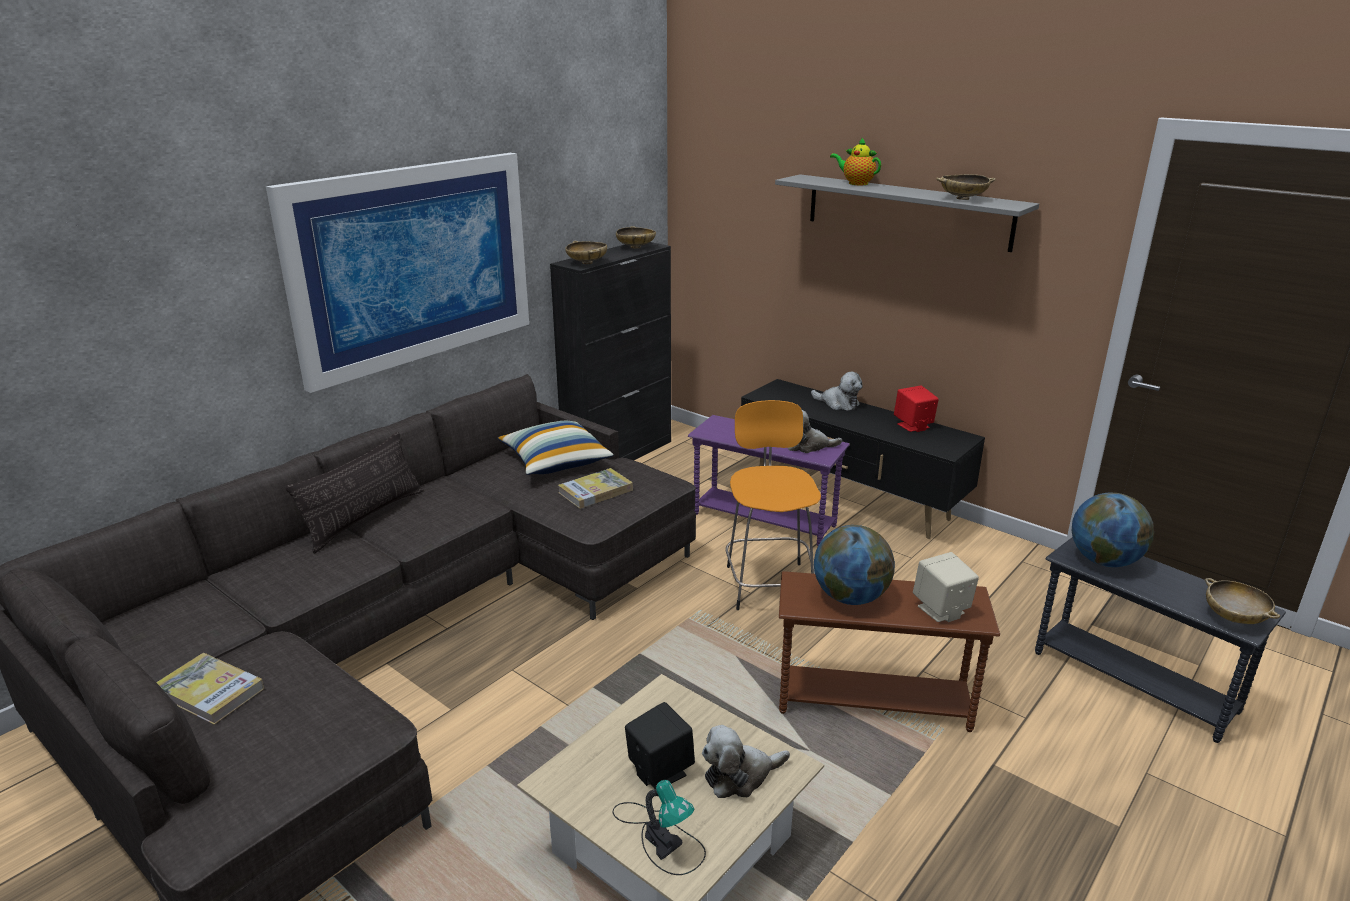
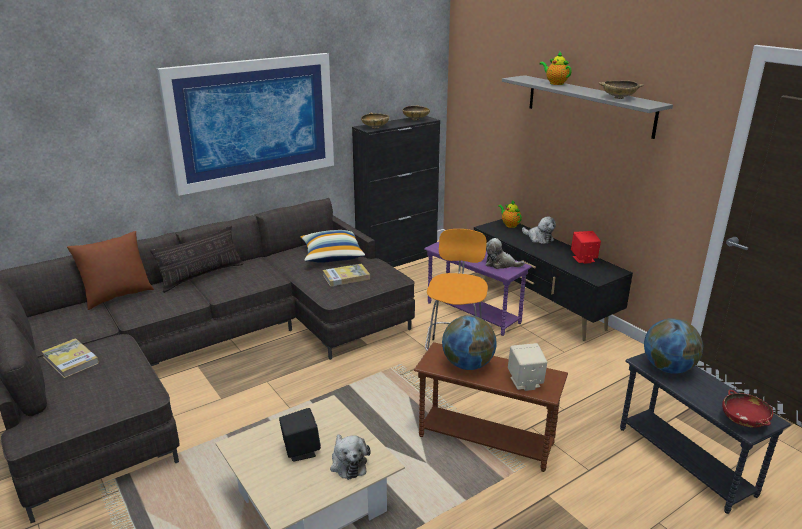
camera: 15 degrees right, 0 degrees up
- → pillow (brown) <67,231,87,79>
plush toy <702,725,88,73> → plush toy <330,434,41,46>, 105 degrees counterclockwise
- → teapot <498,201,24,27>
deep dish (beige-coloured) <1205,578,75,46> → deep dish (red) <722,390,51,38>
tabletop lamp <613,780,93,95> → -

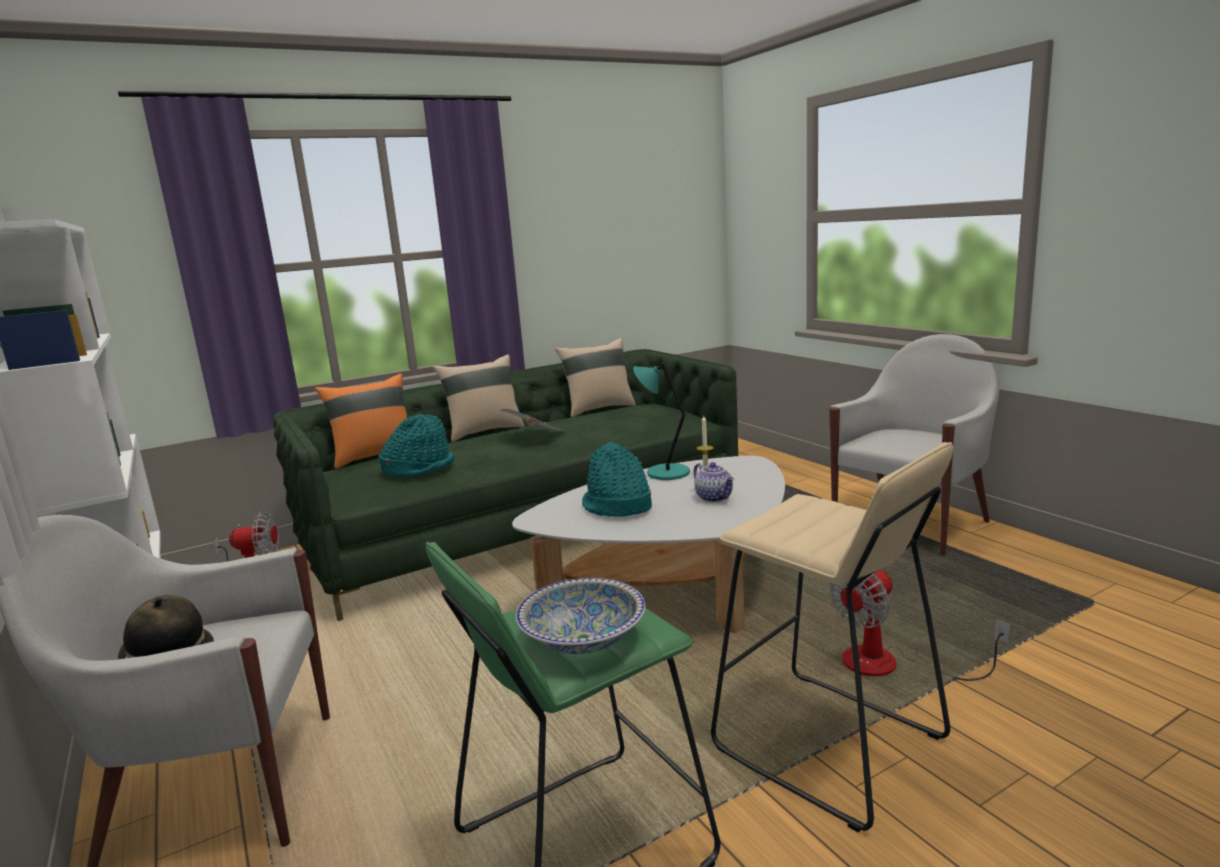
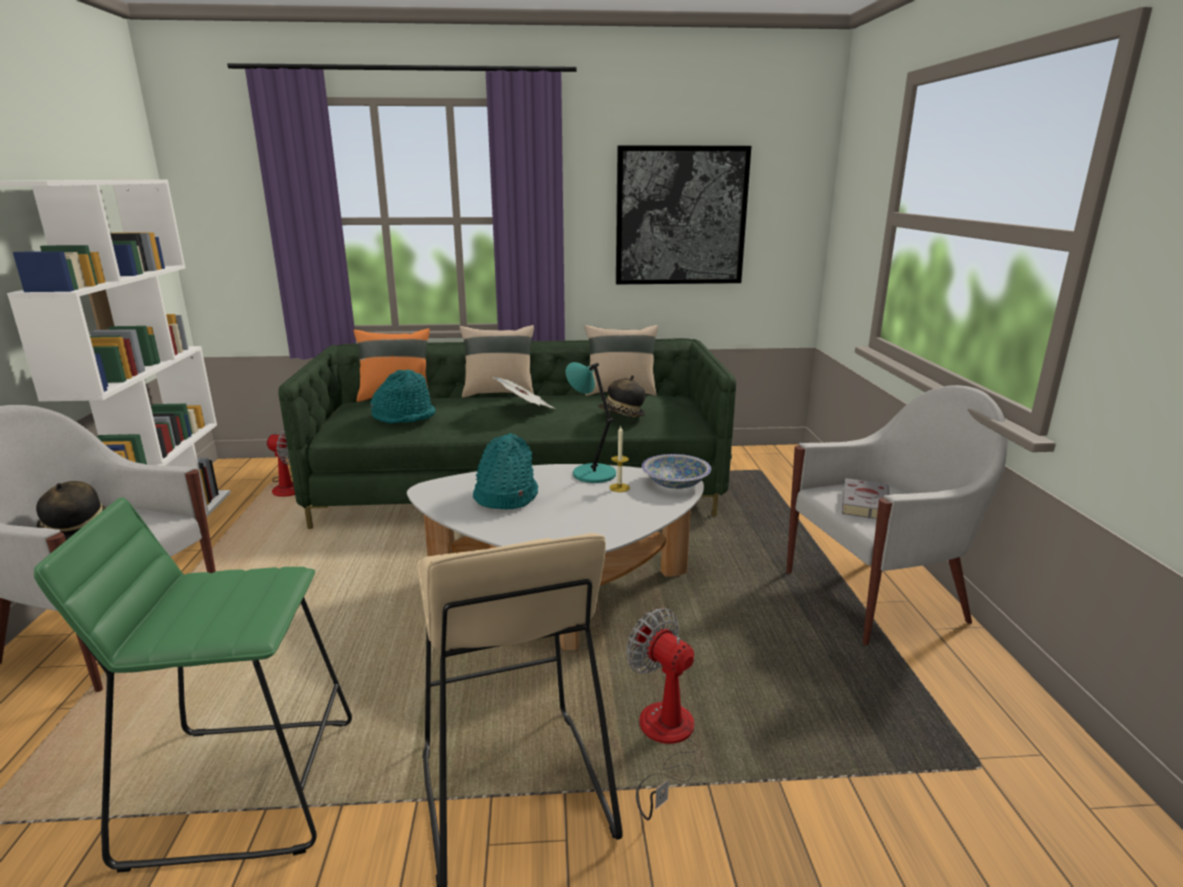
camera: 25 degrees right, 5 degrees up
- → clothing hat <598,375,47,42>
- → wall picture <616,145,135,139>
electric fan <829,570,181,111> → electric fan <626,608,72,212>, 60 degrees clockwise
deep dish <516,578,129,76> → deep dish <642,454,69,35>, shifted
- → volume (grey) <842,478,47,41>
teapot <694,462,40,40> → -

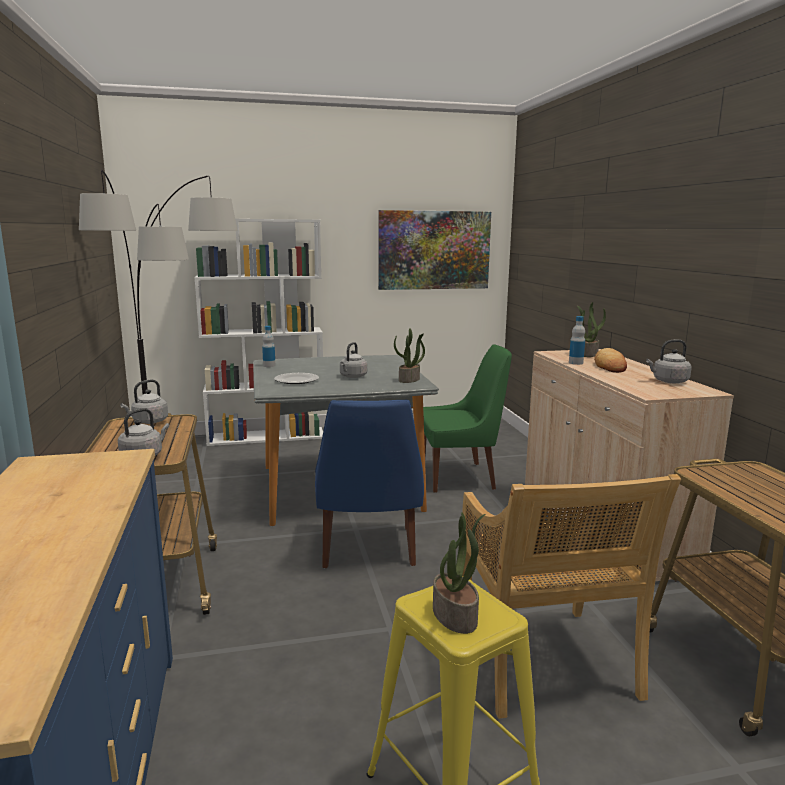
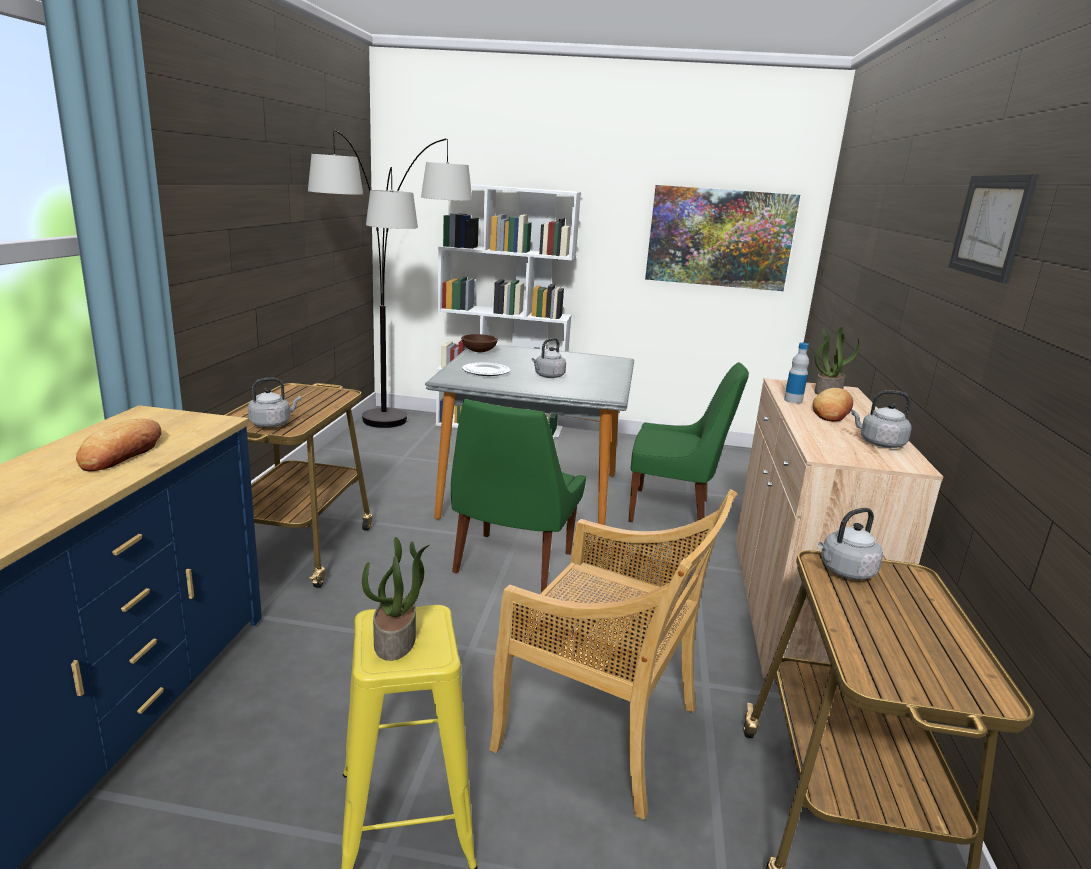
camera: 20 degrees right, 5 degrees up
- → bread <76,419,85,52>
chair (blue) <315,400,109,168> → chair (greenish) <451,399,135,194>
beverage bottle <262,326,14,41> → deep dish (brown) <461,334,37,18>
chair (beige-coloured) <462,474,219,245> → chair (beige-coloured) <489,489,248,331>, 75 degrees counterclockwise
tea kettle (grey) <120,379,48,45> → tea kettle (grey) <818,508,65,72>, shifted
- → wall picture <949,174,89,109>
houseplant <394,328,31,55> → -

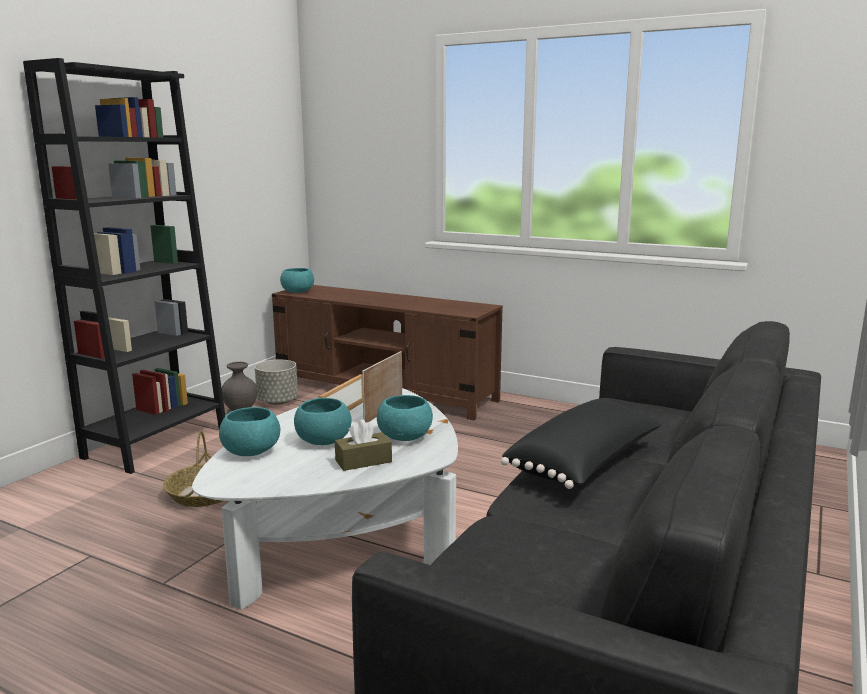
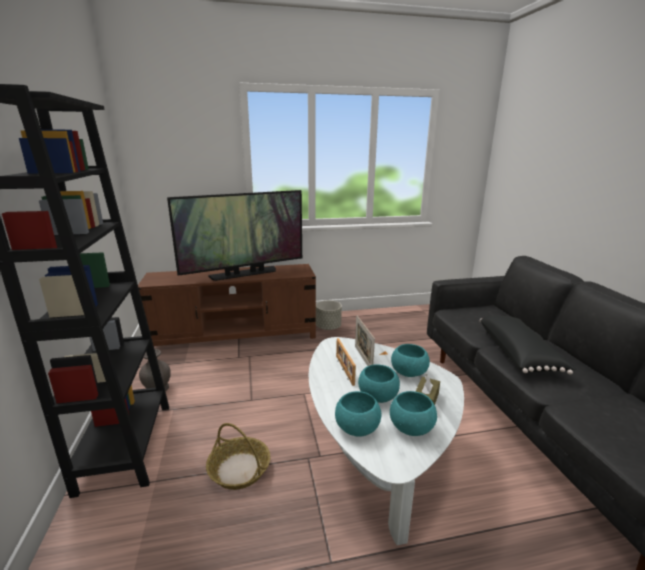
camera: 40 degrees left, 5 degrees up
- → television <167,190,135,91>
planter (grey) <255,360,43,45> → planter (grey) <316,300,26,30>, shifted
deep dish (turquoise-coloured) <280,268,34,25> → deep dish (turquoise-coloured) <390,391,47,45>, shifted

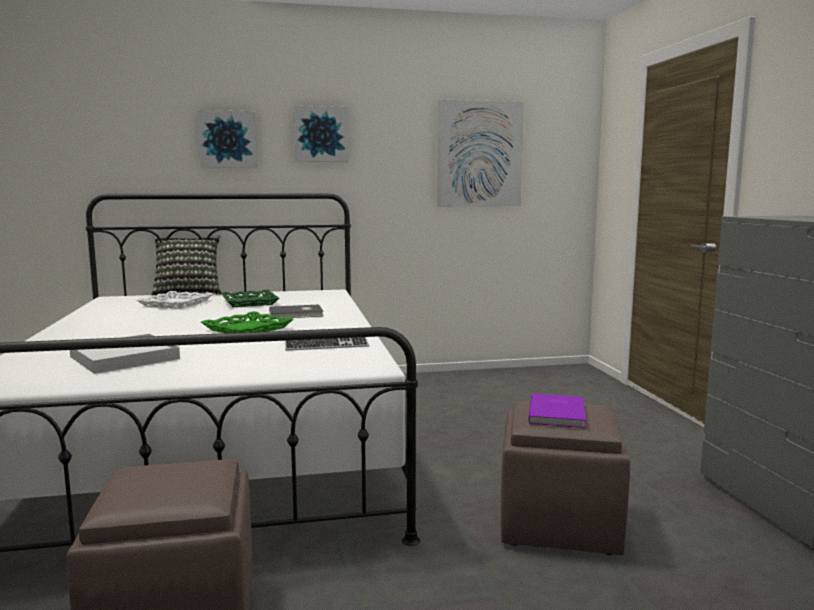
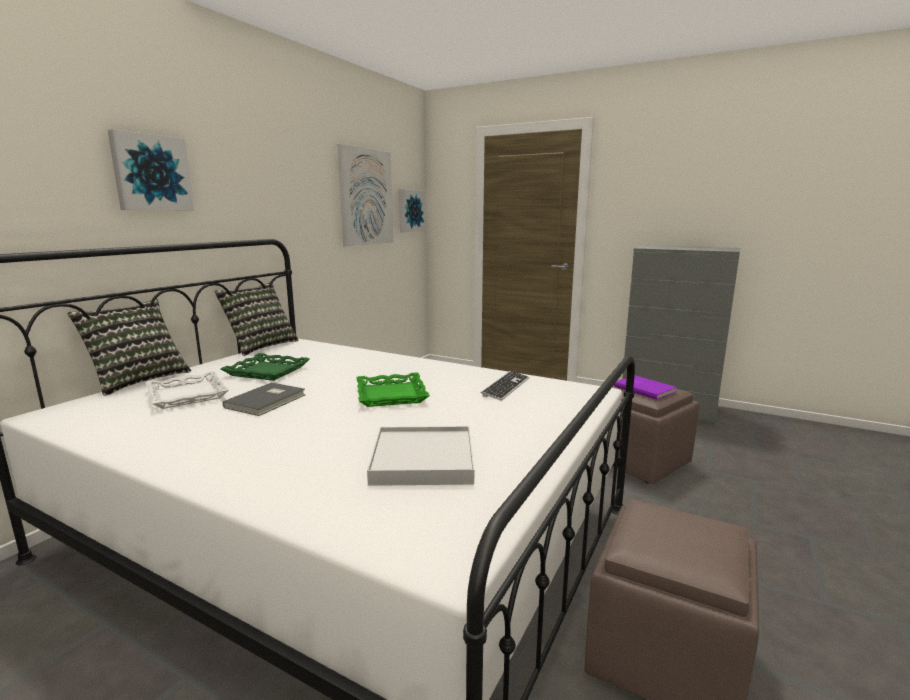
camera: 50 degrees left, 5 degrees up
- → pillow <215,283,84,73>
volume (grey) <269,304,55,14> → volume (grey) <223,382,83,34>, shifted
wall picture <294,106,55,56> → wall picture <399,189,27,43>, shifted

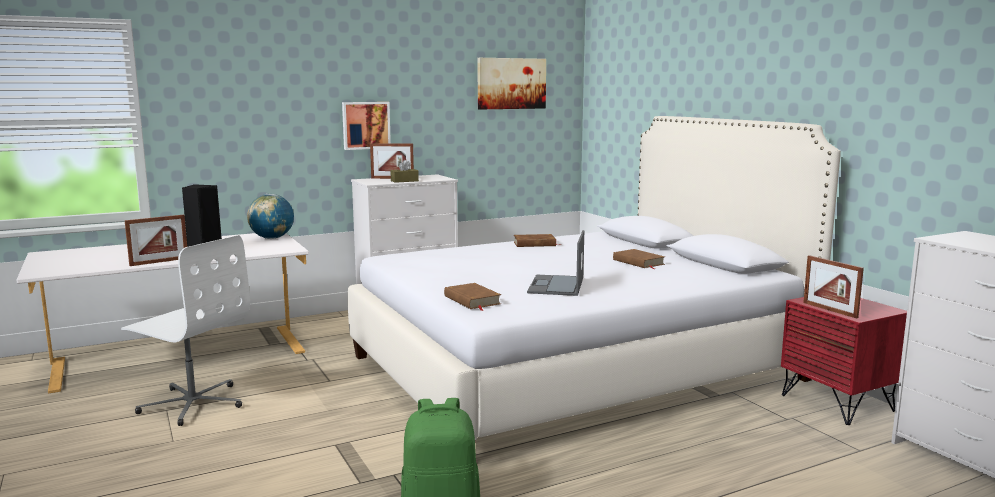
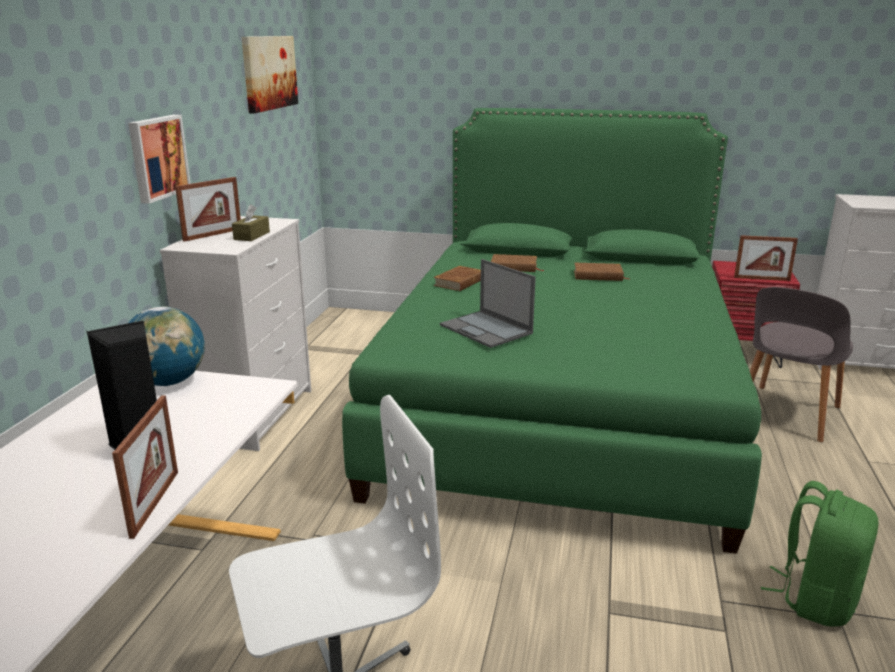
camera: 50 degrees left, 10 degrees up
bed (whitish) <348,116,493,326> → bed (greenish) <342,108,420,446>
portable computer <527,230,57,66> → portable computer <440,259,96,89>, shifted
volume (brown) <444,283,57,28> → volume (brown) <491,254,53,18>, shifted
- → chair (grey) <750,287,103,155>

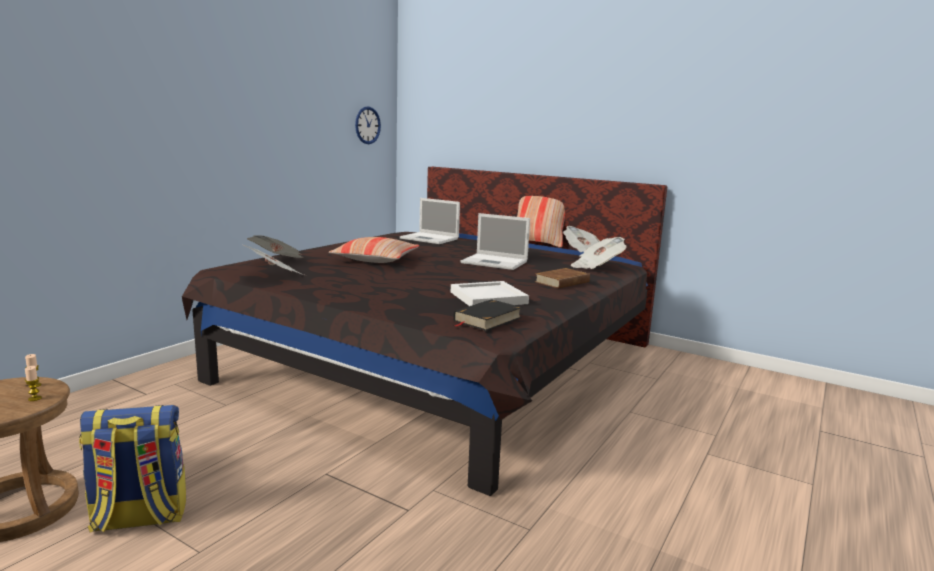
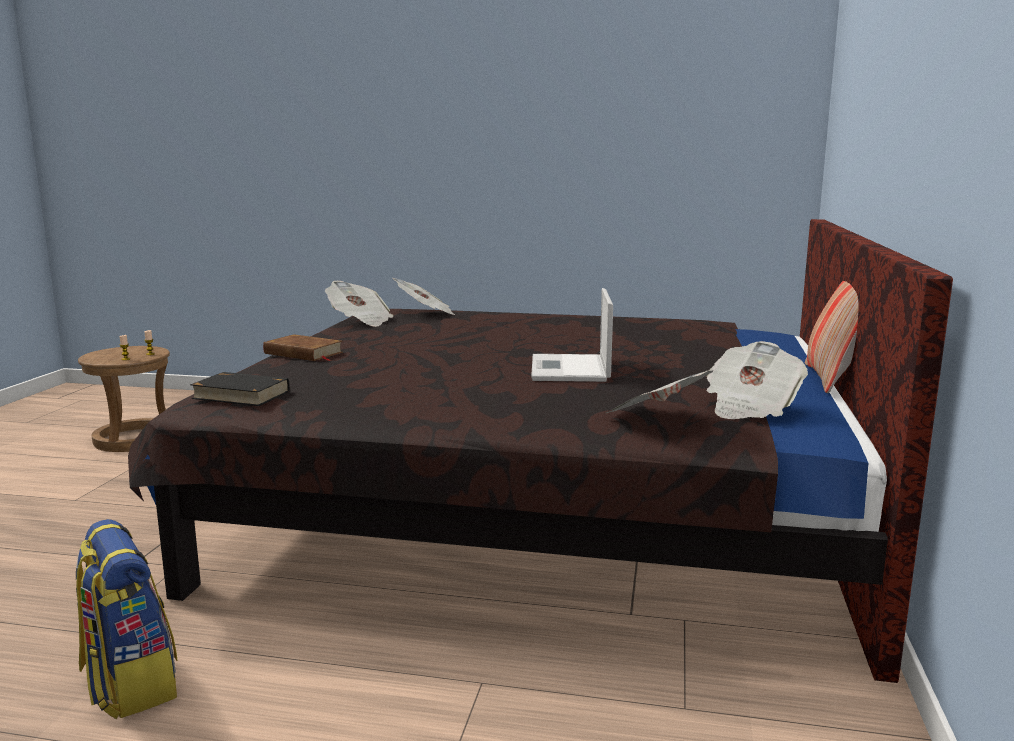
camera: 70 degrees right, 0 degrees up
rucksack <79,405,107,128> → rucksack <76,519,102,200>, shifted
volume (brown) <535,268,55,20> → volume (brown) <263,334,80,27>, shifted
pillow <328,237,92,26> → -
wall clock <355,106,26,38> → -
portable computer <400,198,60,46> → -
tray (whitish) <451,281,78,25> → -

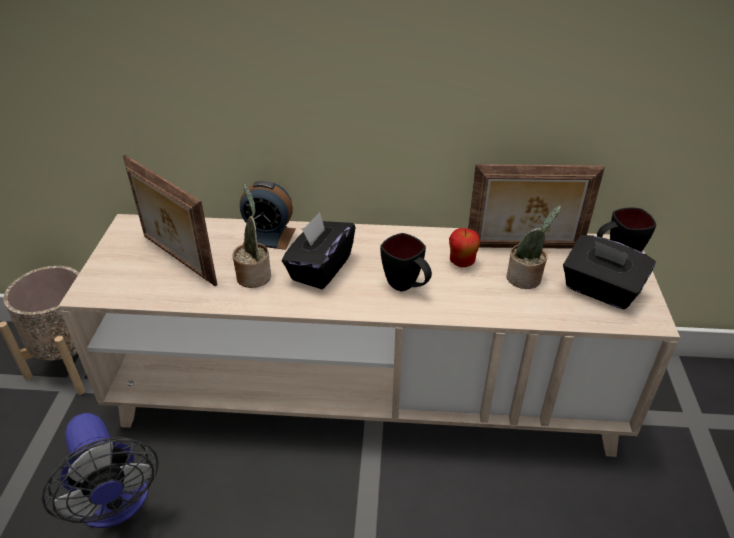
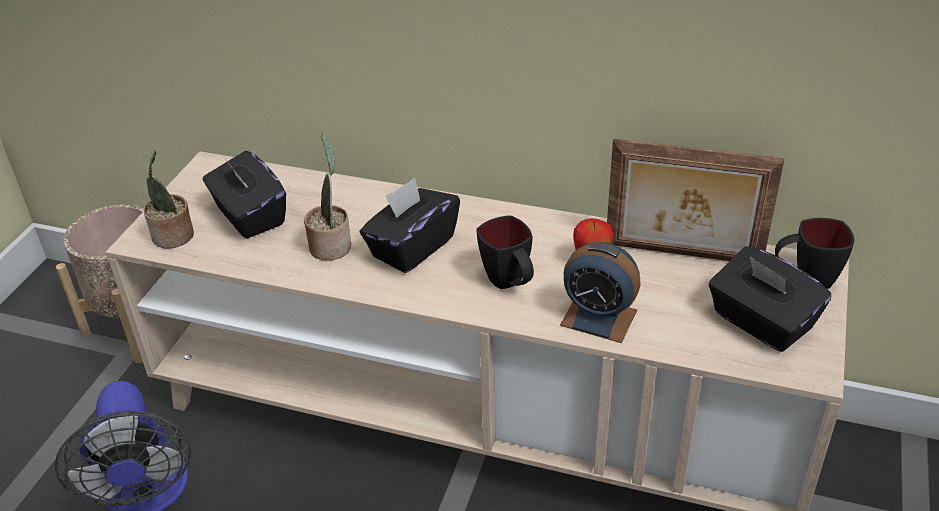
camera: 15 degrees right, 0 degrees up
houseplant <507,205,54,84> → houseplant <144,150,50,99>, shifted
standing frame <123,155,94,132> → tissue box (black) <203,151,83,88>
alarm clock <240,181,56,69> → alarm clock <560,242,81,101>, shifted

